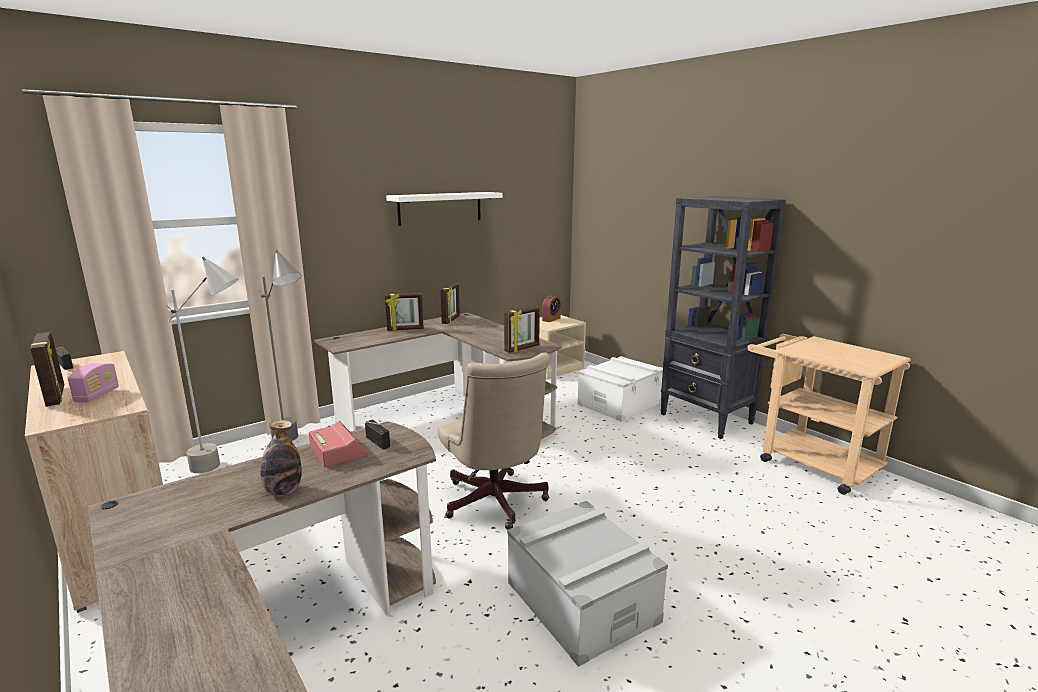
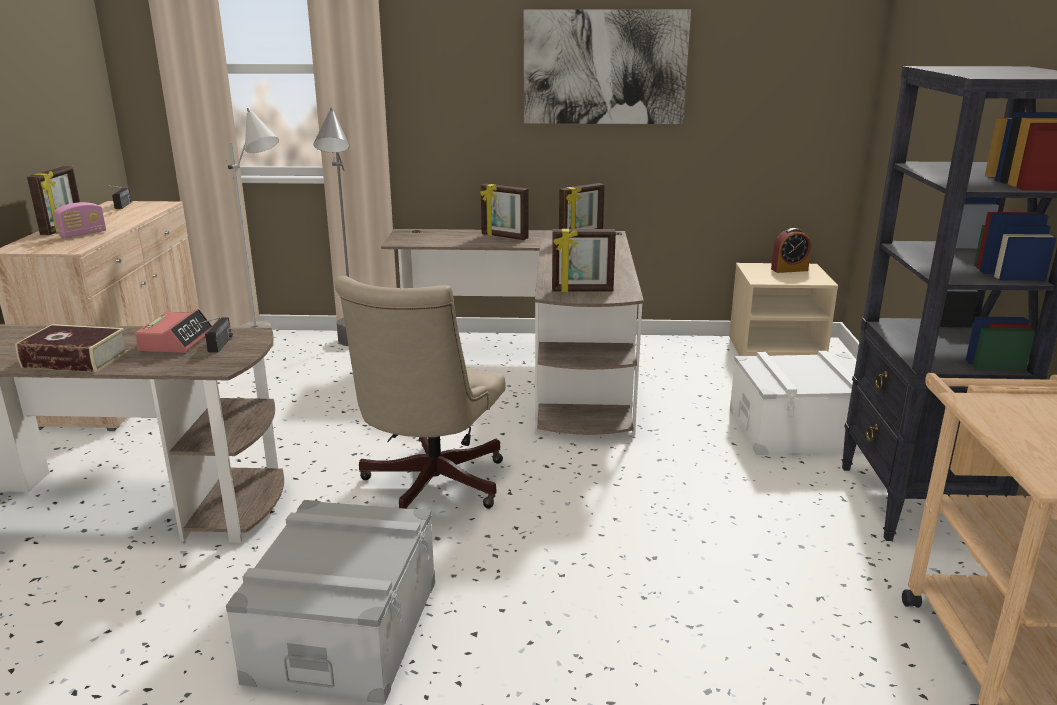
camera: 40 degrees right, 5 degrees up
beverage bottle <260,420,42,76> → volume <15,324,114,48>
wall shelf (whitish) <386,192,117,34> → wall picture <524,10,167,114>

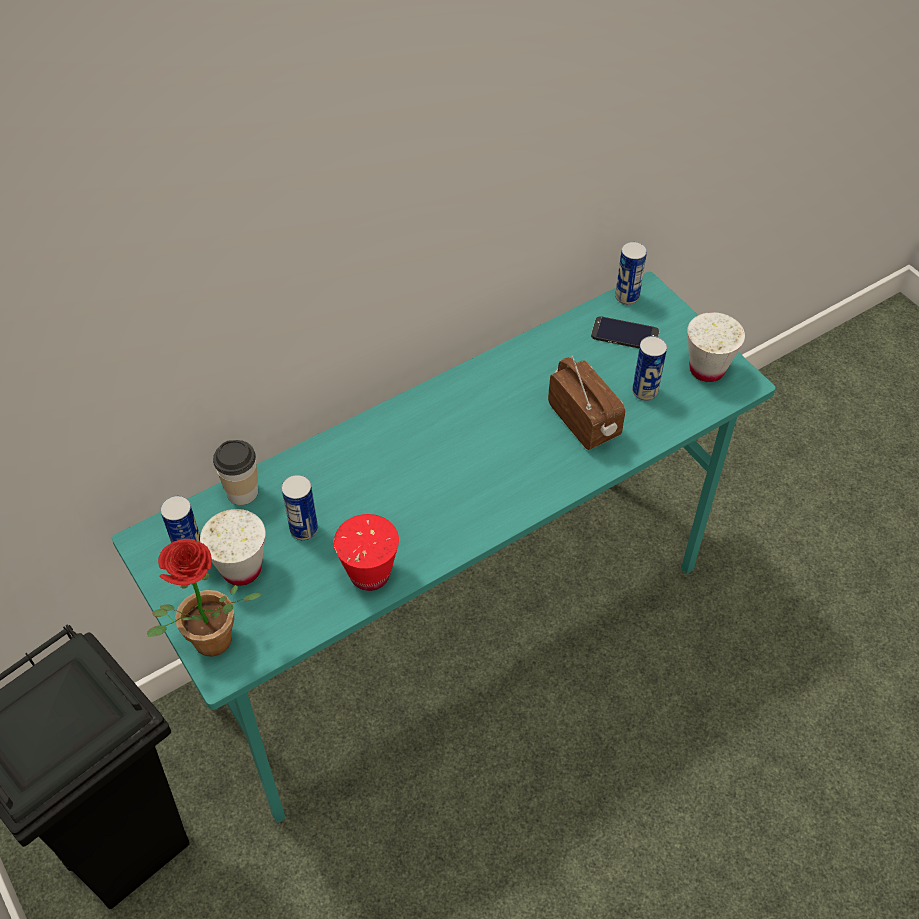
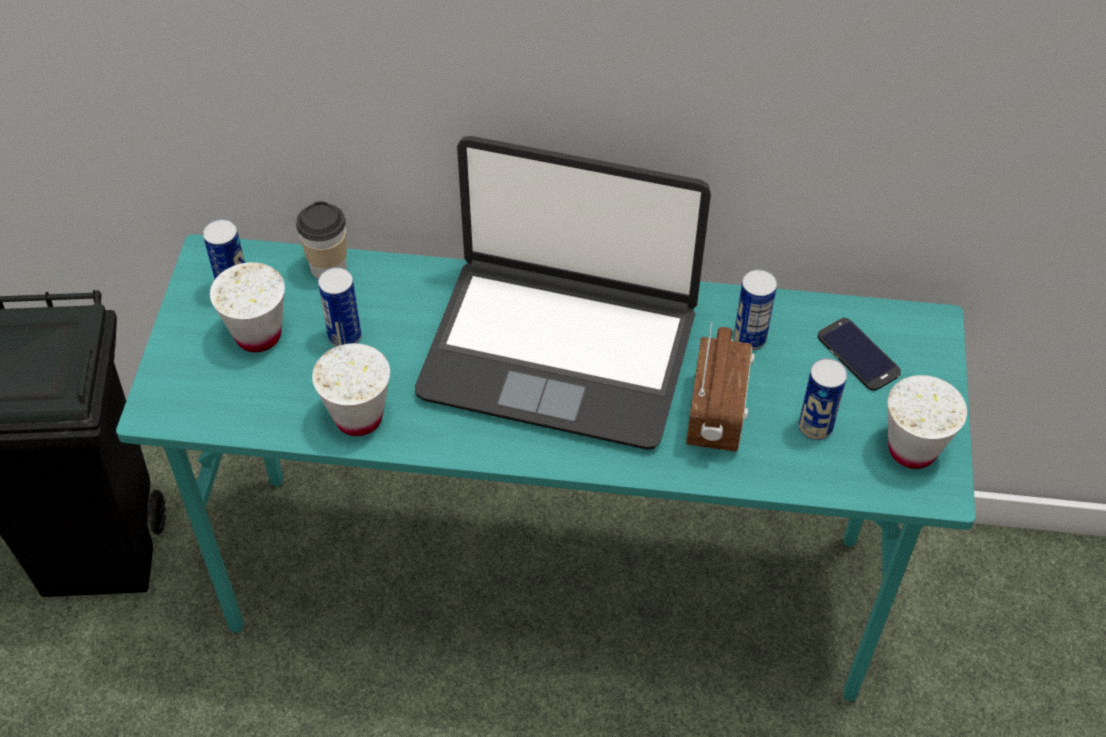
camera: 40 degrees right, 0 degrees up
small cup (red) <334,514,65,77> → small cup (whitish) <312,343,78,93>
- → portable computer <415,136,296,314>
sealed can <615,241,32,64> → sealed can <734,269,43,82>, shifted
houseplant <147,539,116,118> → -

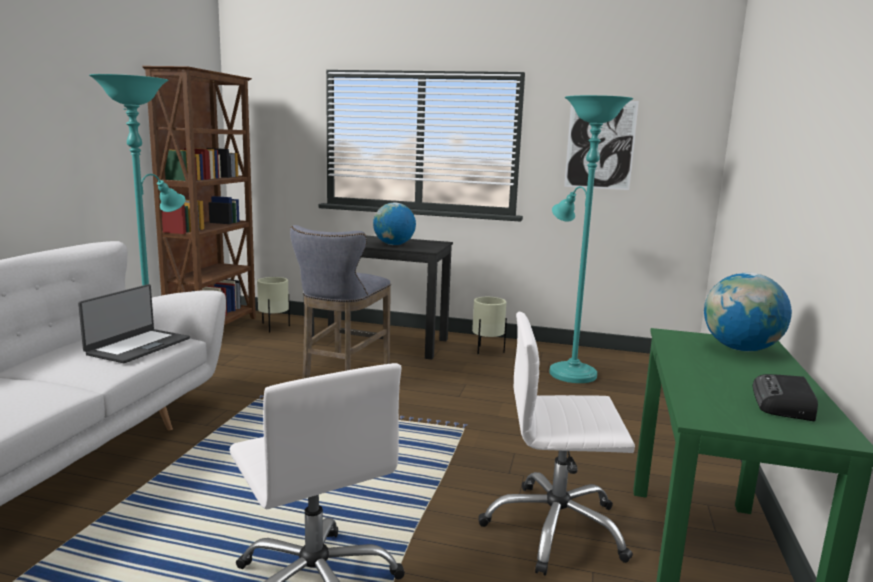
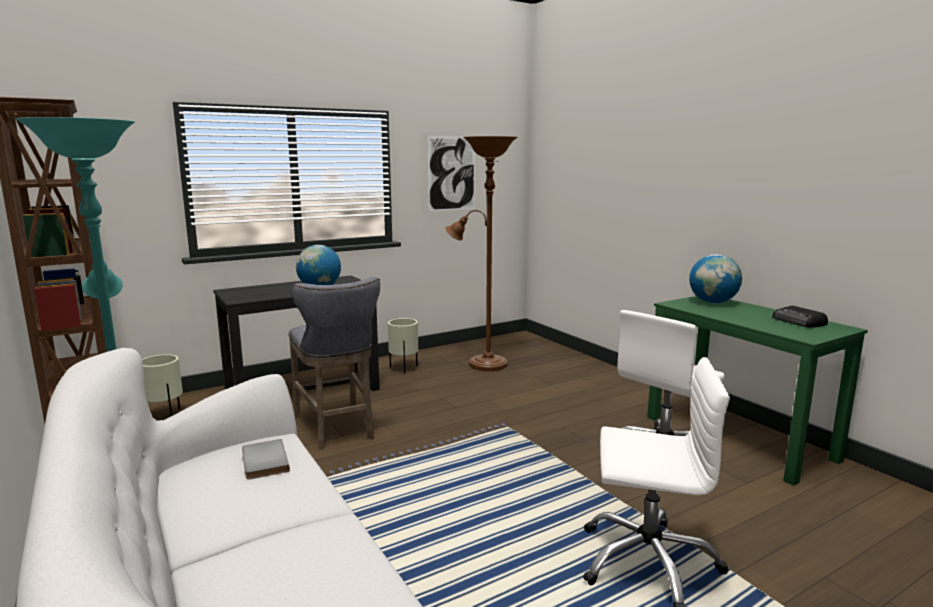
camera: 45 degrees left, 0 degrees up
portable computer <78,284,112,79> → volume (grey) <242,439,48,41>
standing lamp (turquoise-coloured) <549,95,84,288> → standing lamp (brown) <445,136,73,235>

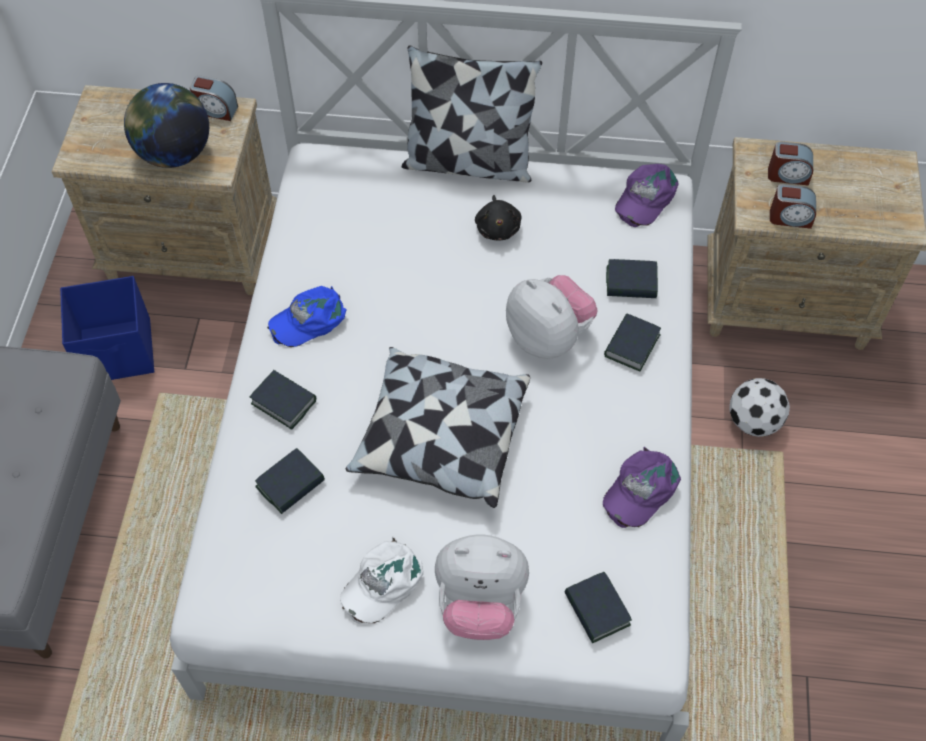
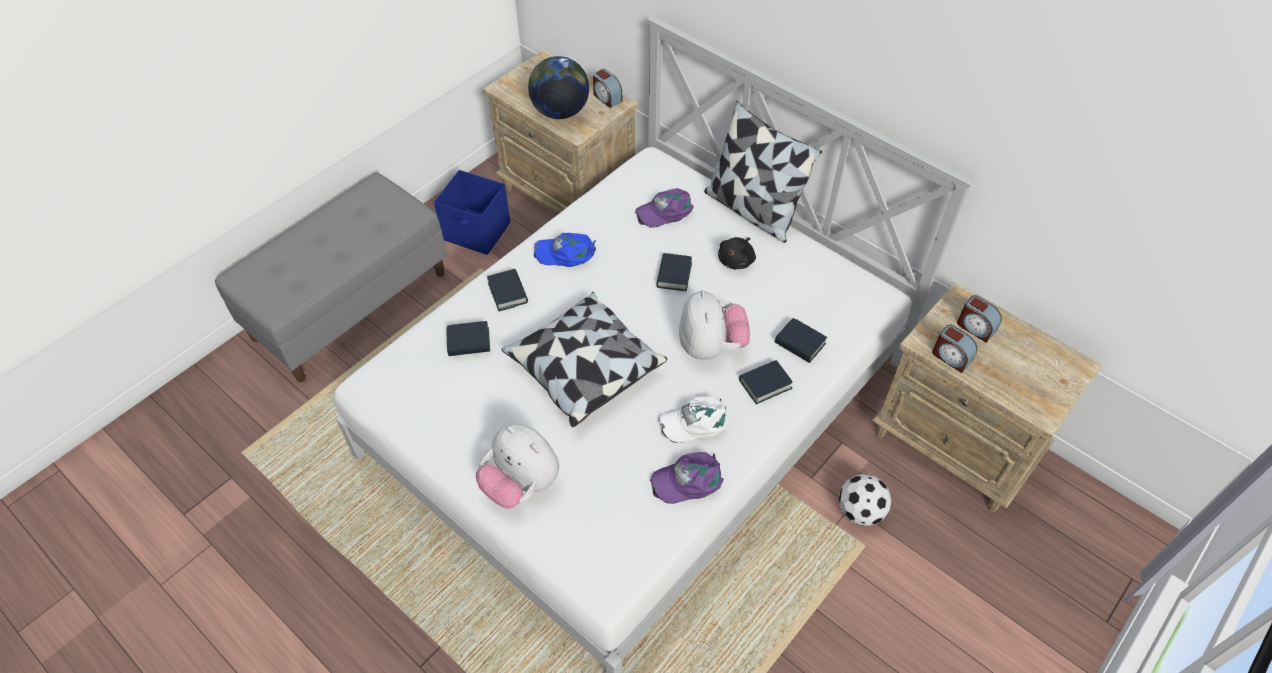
camera: 35 degrees right, 5 degrees down
cap (purple-coloured) <615,164,64,63> → cap (purple-coloured) <635,188,59,40>, shifted
volume <565,572,67,71> → volume <656,253,36,38>, shifted
cap (whitish) <340,536,84,88> → cap (whitish) <659,396,70,47>, shifted

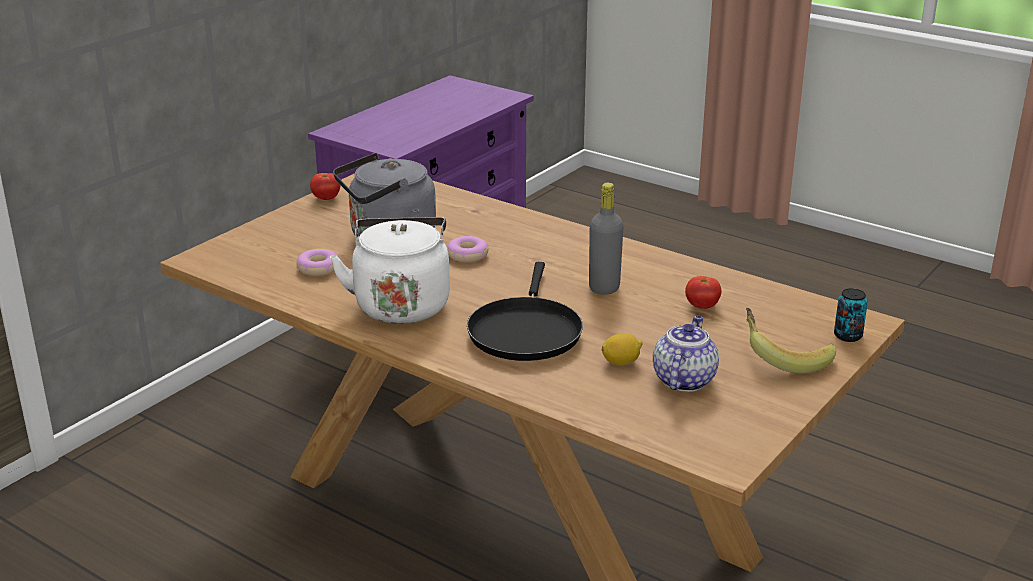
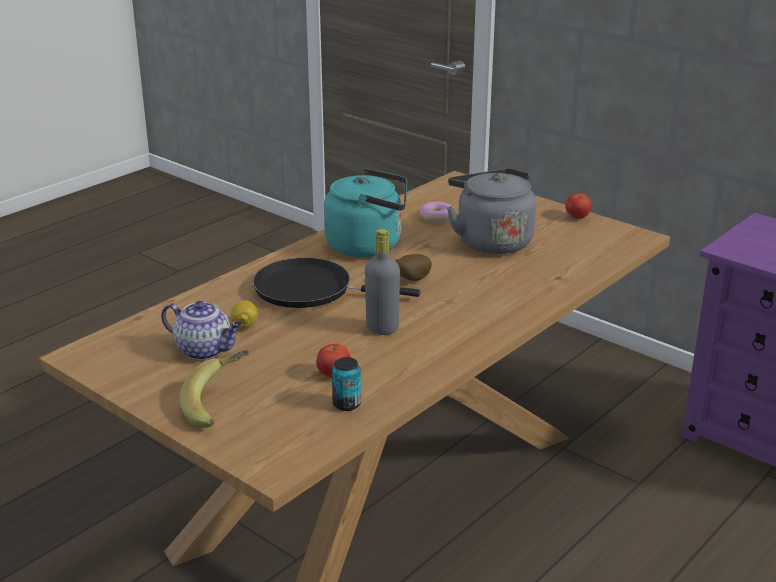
camera: 95 degrees right, 0 degrees up
tea kettle (whitish) <330,217,120,107> → tea kettle (turquoise-coloured) <324,168,83,89>
sealed can <834,288,34,54> → sealed can <332,357,29,54>, shifted
- → spud <395,254,37,27>
ring doughnut <447,236,42,27> → -

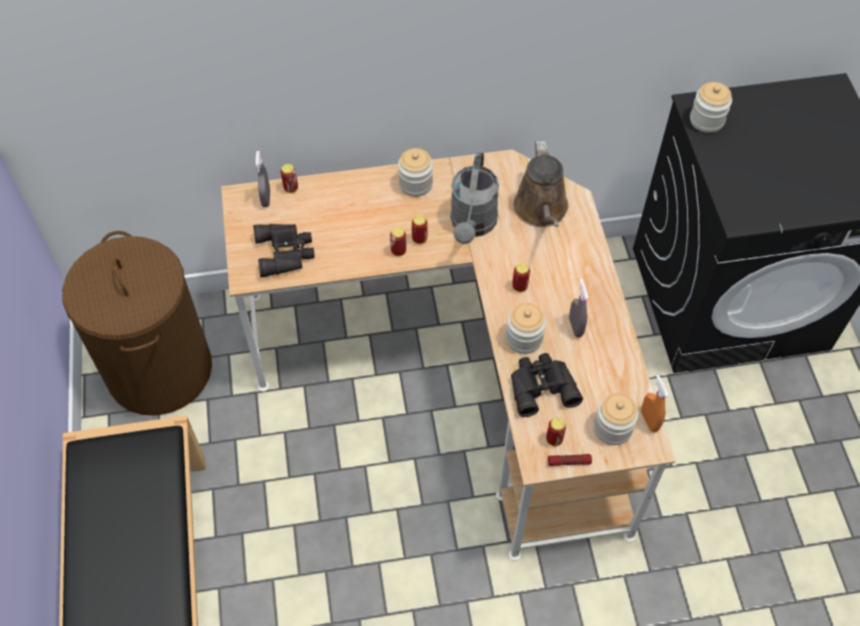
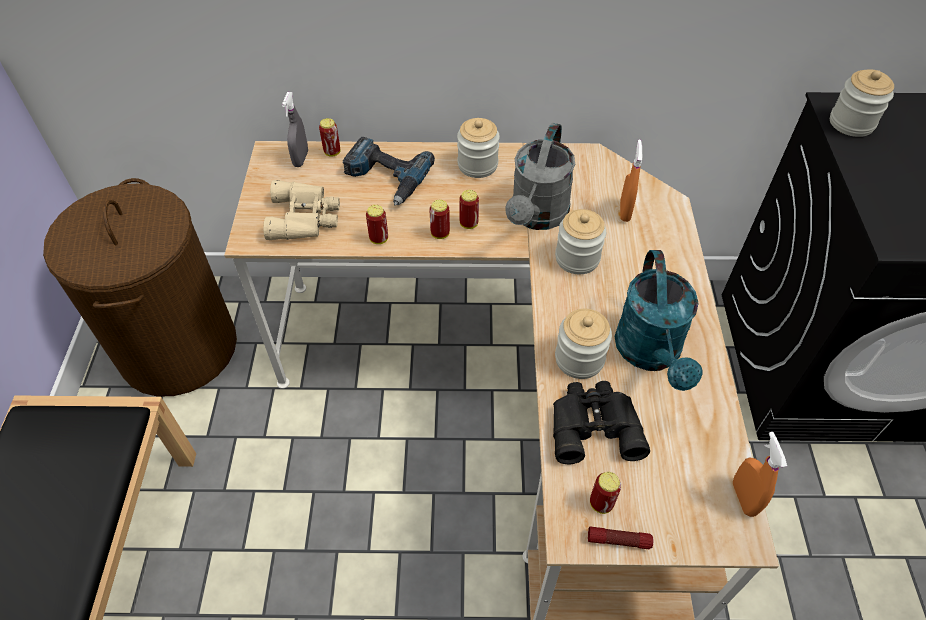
camera: 10 degrees right, 5 degrees down
binoculars (black) <253,224,62,53> → binoculars (beige-coloured) <263,180,77,60>
- → electric drill <342,137,93,68>
sealed can <512,263,18,29> → sealed can <366,205,22,39>, shifted
preserve jar <594,393,44,52> → preserve jar <555,209,51,65>, shifted
spray bottle (grey) <569,278,20,60> → sprinkling can (turquoise-coloured) <614,250,88,141>
sprinkling can (brown) <513,141,55,86> → spray bottle (orange) <620,140,22,82>

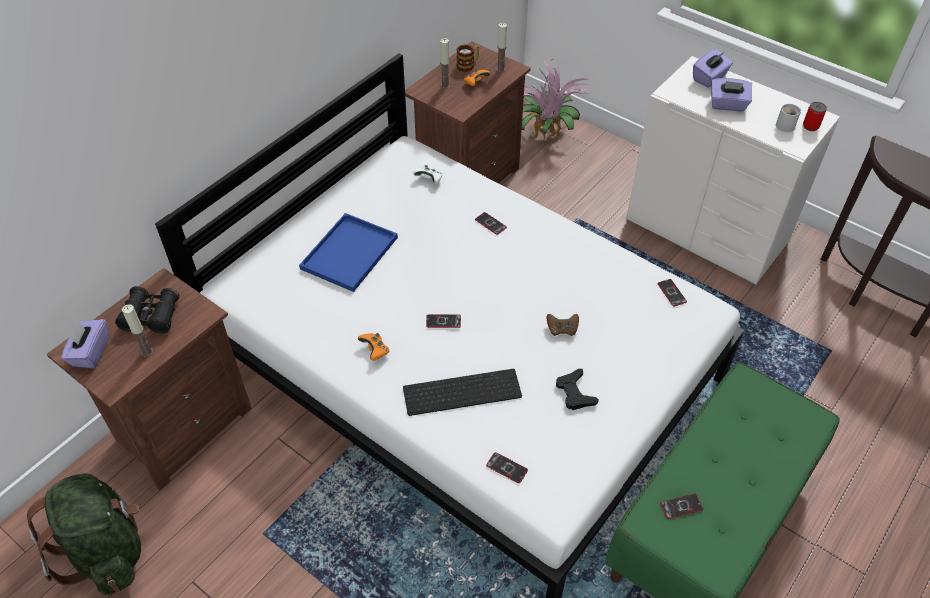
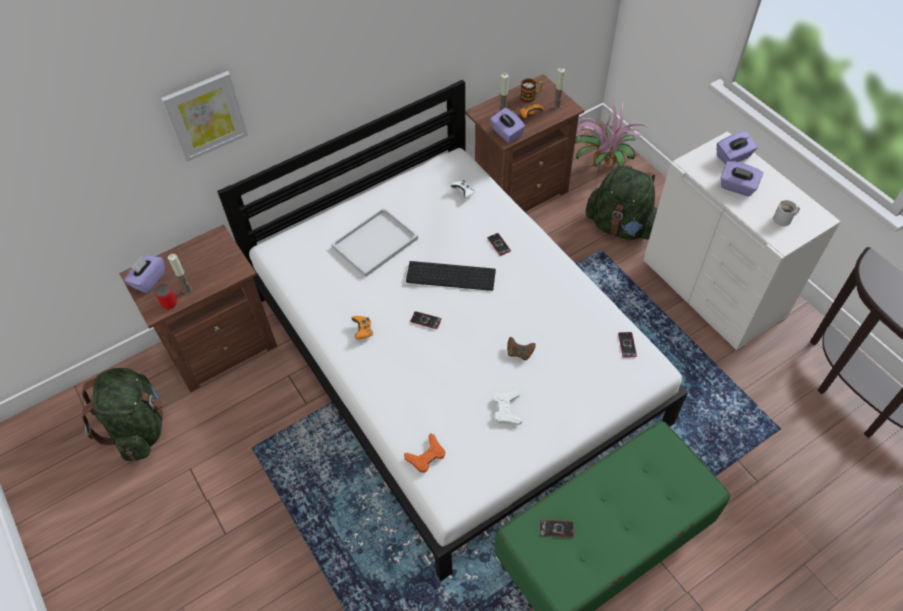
camera: 20 degrees right, 5 degrees up
sealed can <803,102,24,29> → sealed can <155,284,22,25>, shifted
- → wall picture <161,71,87,91>
tray (blue) <299,213,99,79> → tray (whitish) <331,208,87,69>
telephone <486,452,42,31> → joypad (orange) <404,433,42,40>
PC keyboard <403,369,119,47> → PC keyboard <406,261,90,30>, shifted
- → tissue box (purple-coloured) <490,108,35,35>
joypad (black) <556,369,43,41> → joypad (whitish) <494,390,28,35>
- → rucksack (greenish) <585,165,72,75>
binoculars (black) <115,286,65,48> → -

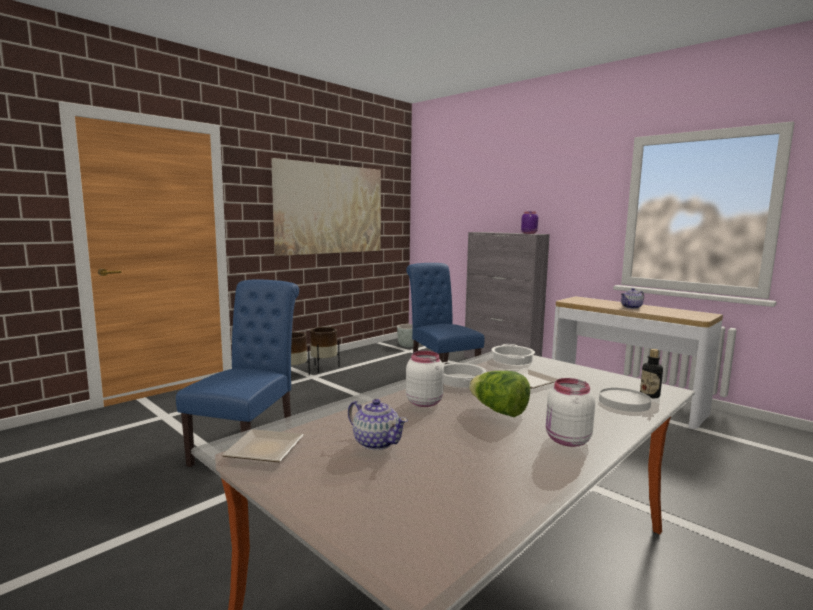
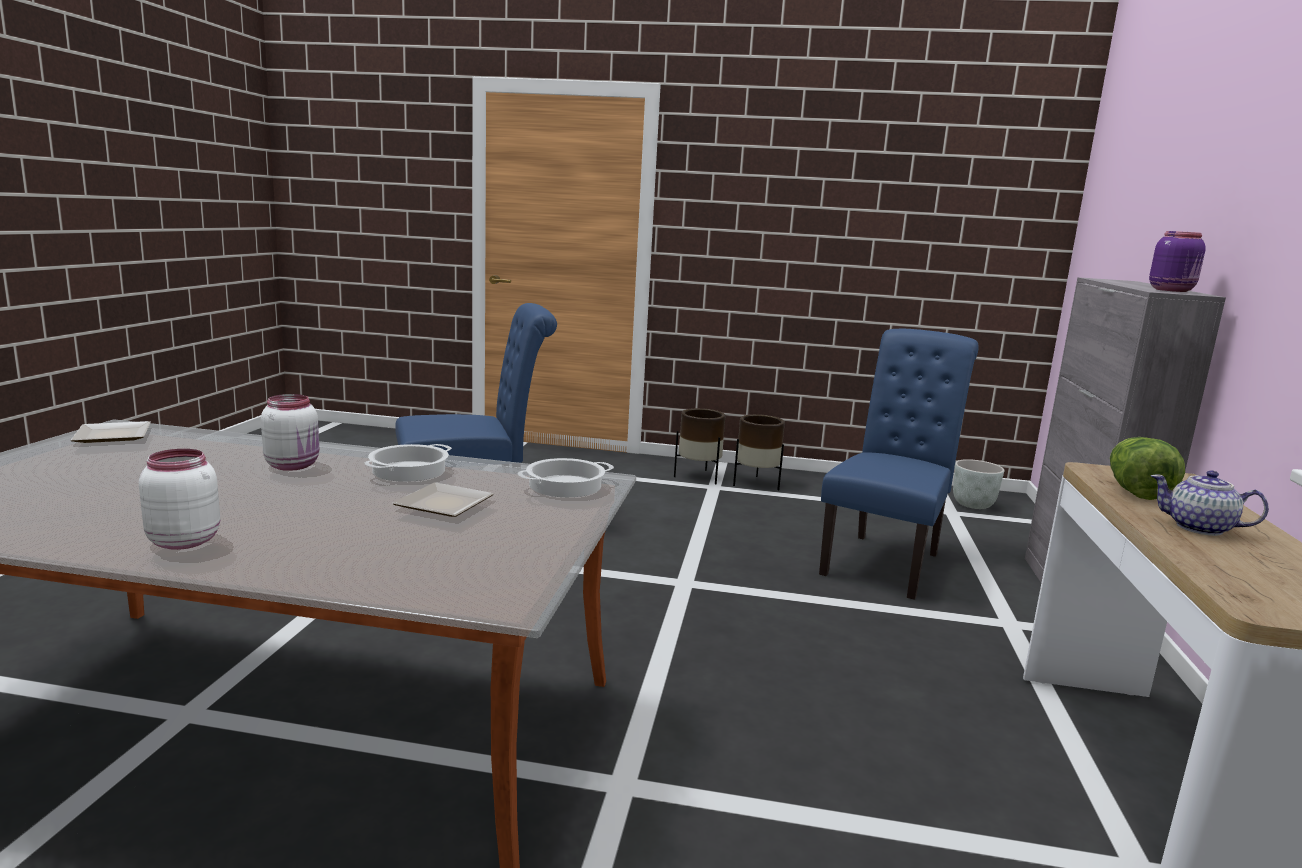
camera: 55 degrees right, 5 degrees up
lettuce <469,371,61,46> → lettuce <1110,437,75,63>, shifted
wall picture <271,158,110,98> → -
teapot <348,399,60,51> → -
plate (whitish) <599,388,52,24> → -
beverage bottle <640,349,23,49> → -

